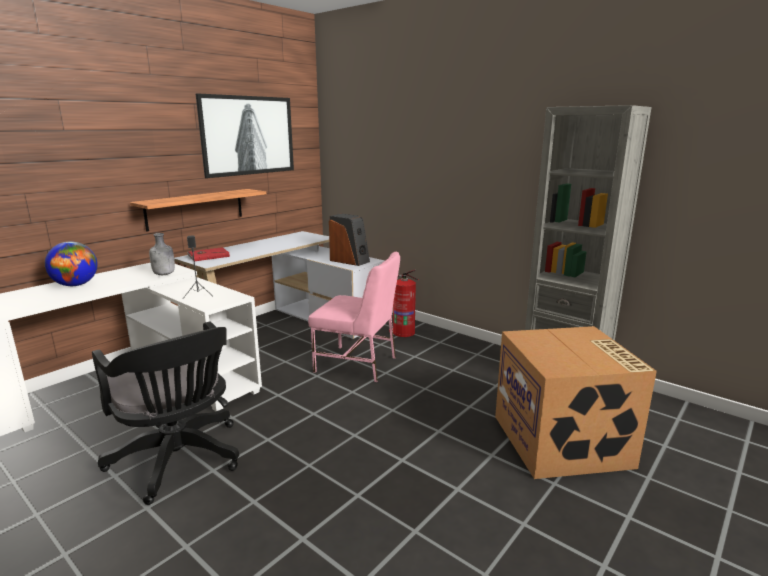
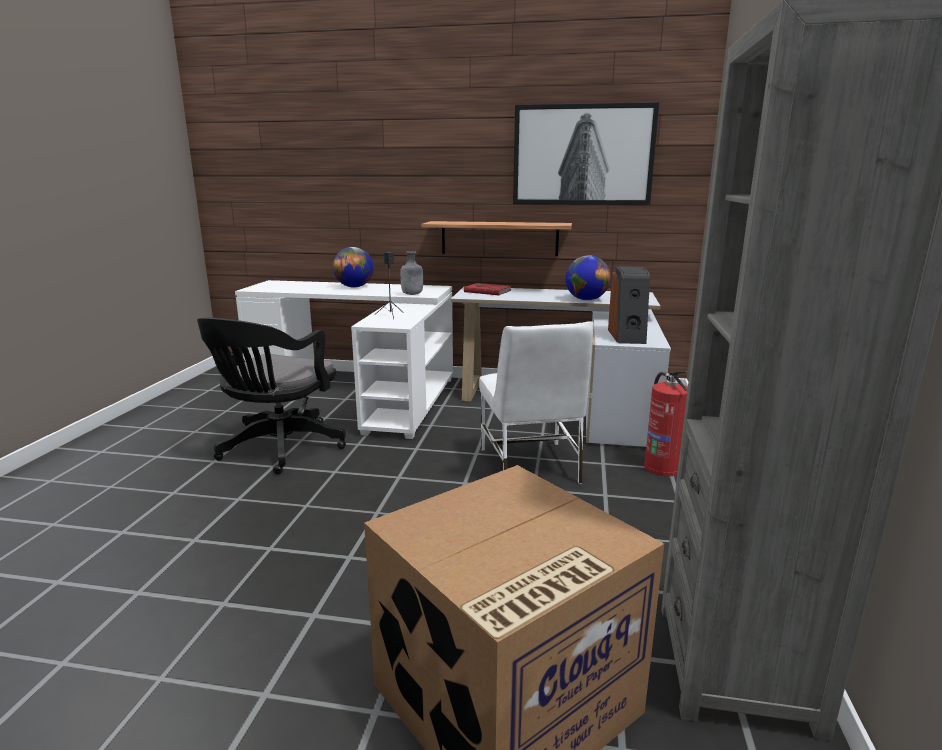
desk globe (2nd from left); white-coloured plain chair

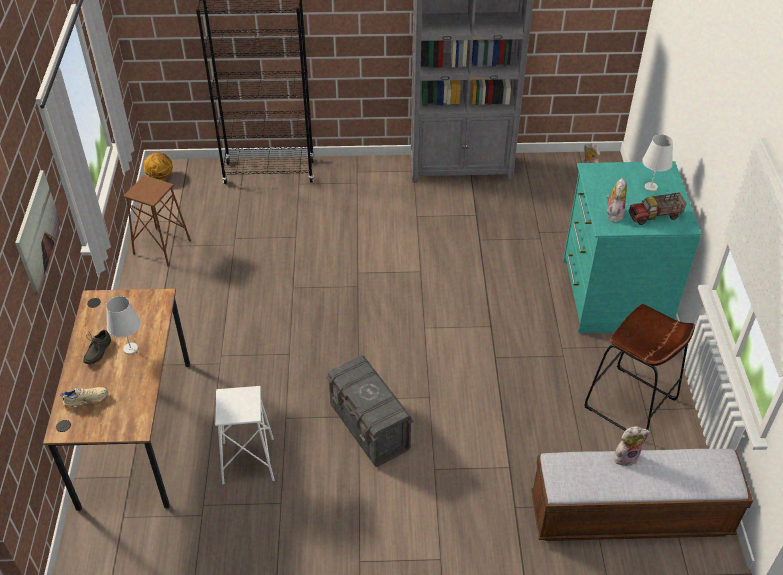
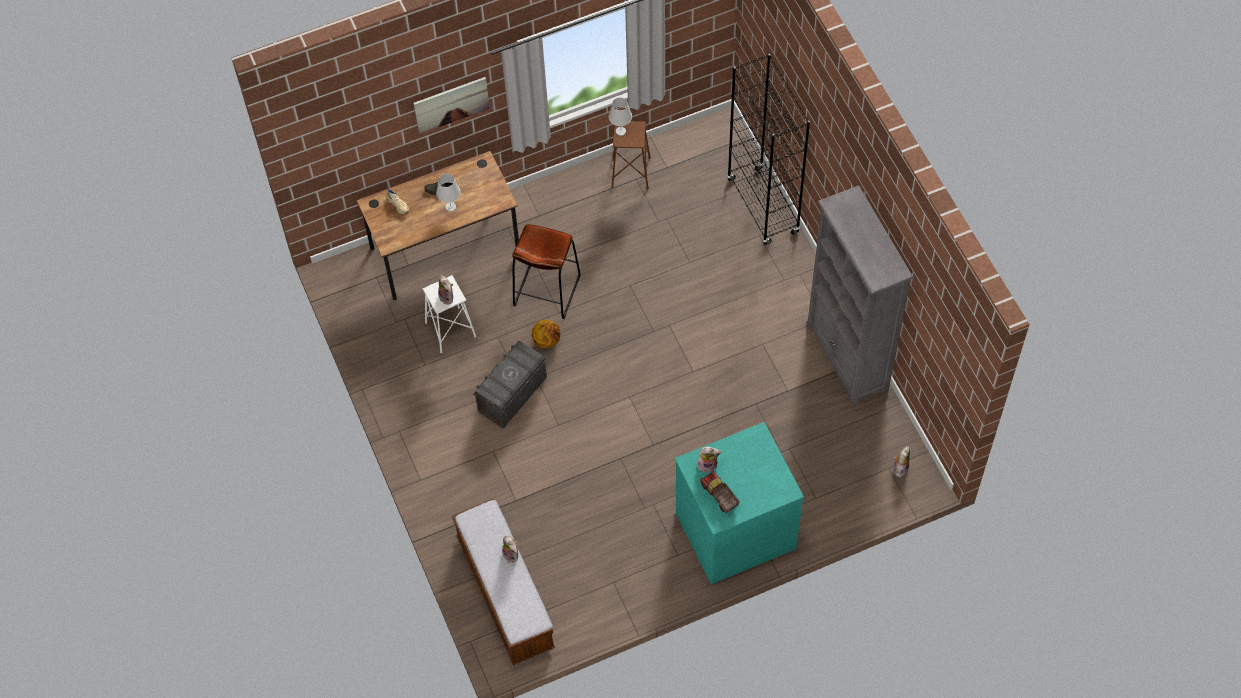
soft toy (1st from left); basketball; brown sitting stool (1st from left); white-coloured tabletop lamp (2nd from left)

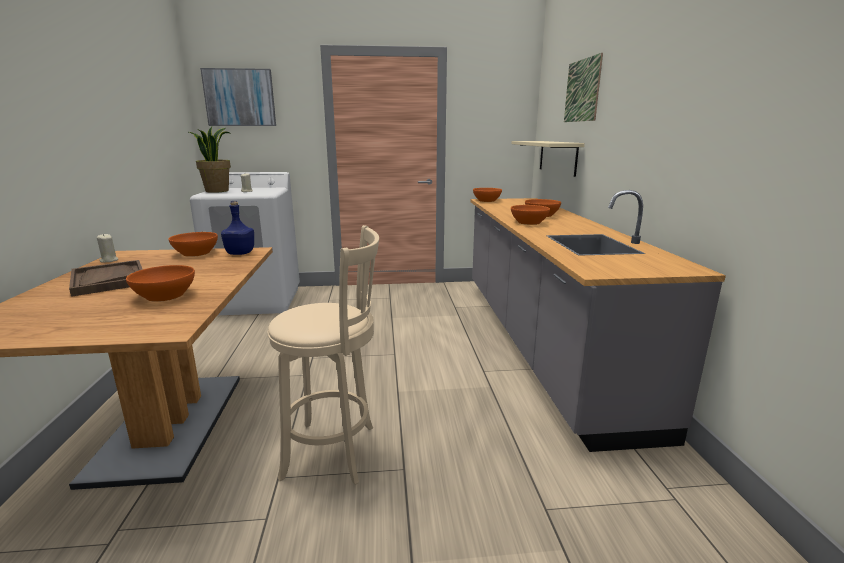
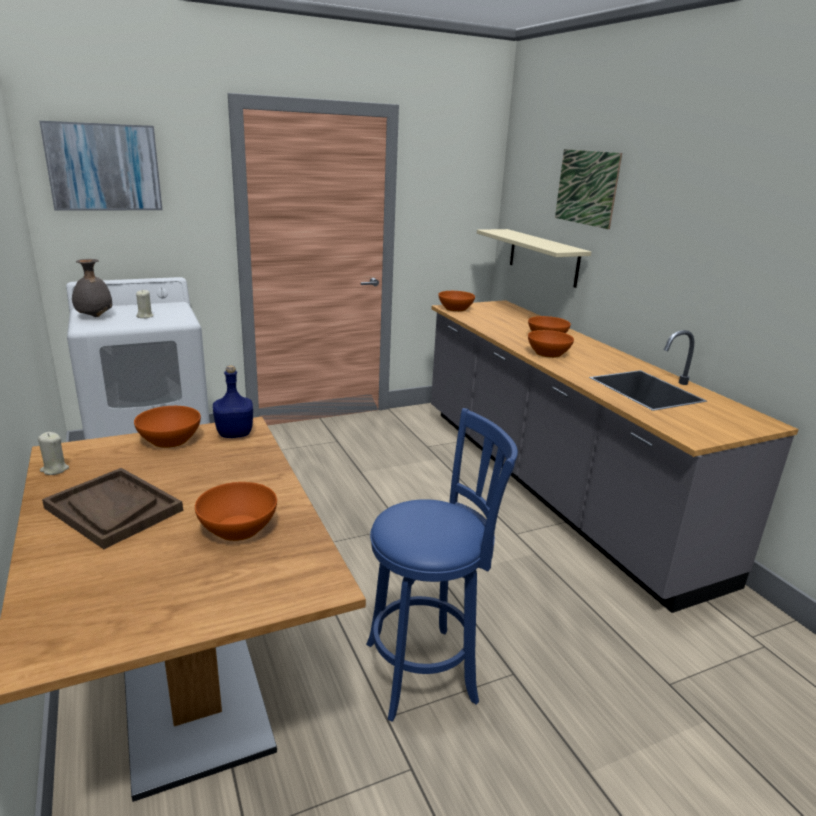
greyish flower vase; bluish sitting stool

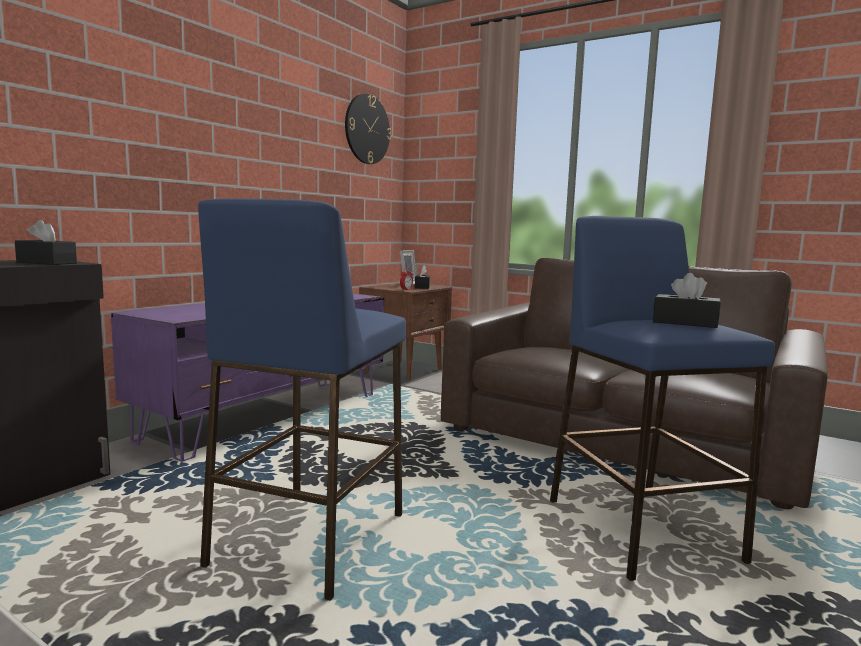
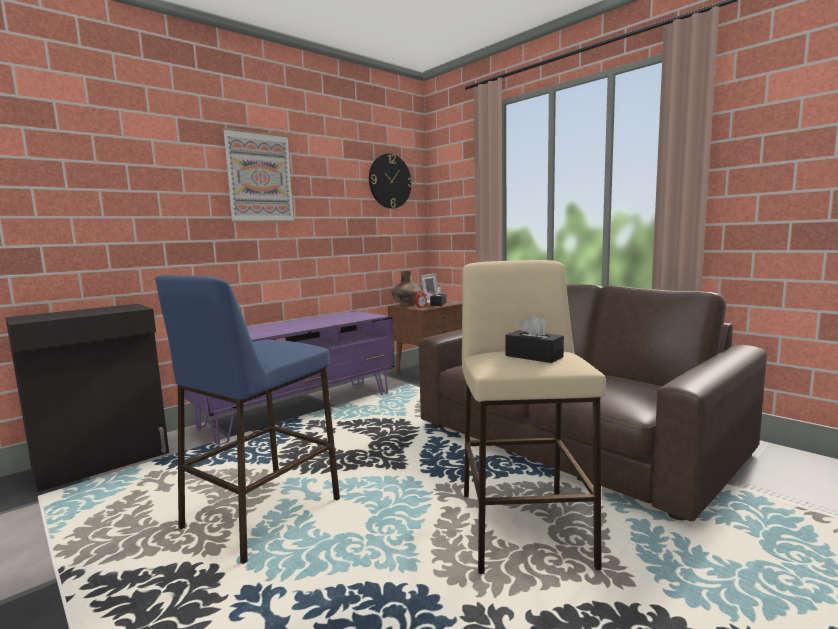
black tissue holder (1st from left in the first image); wall picture; brown flower vase; beige sitting stool

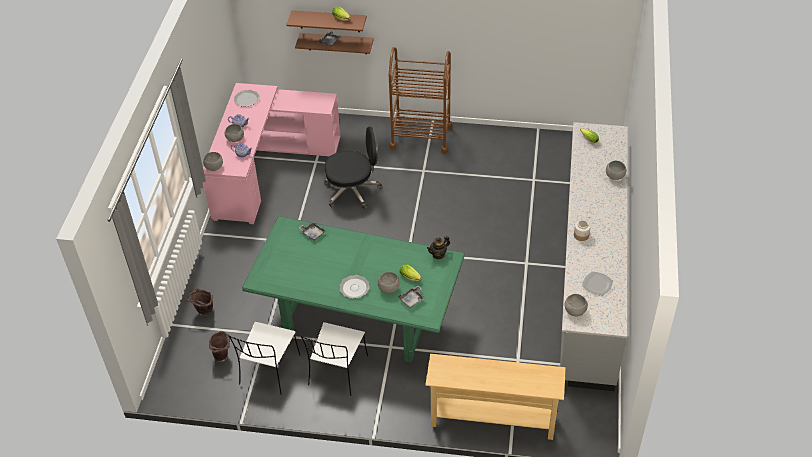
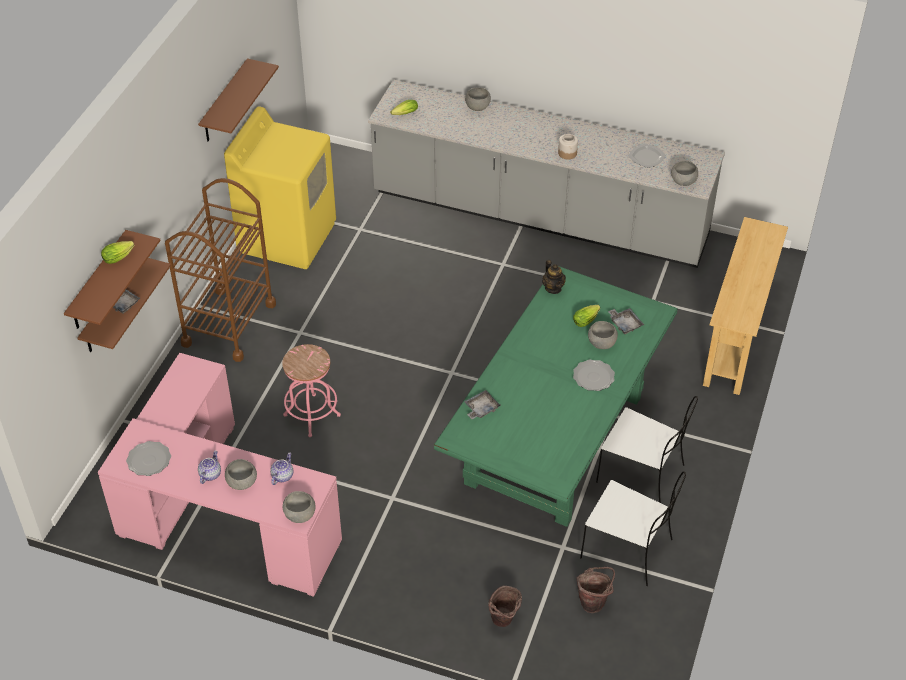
brown bracket shelf (3rd from left); yellow-coloured washing machine; pink-coloured sitting stool

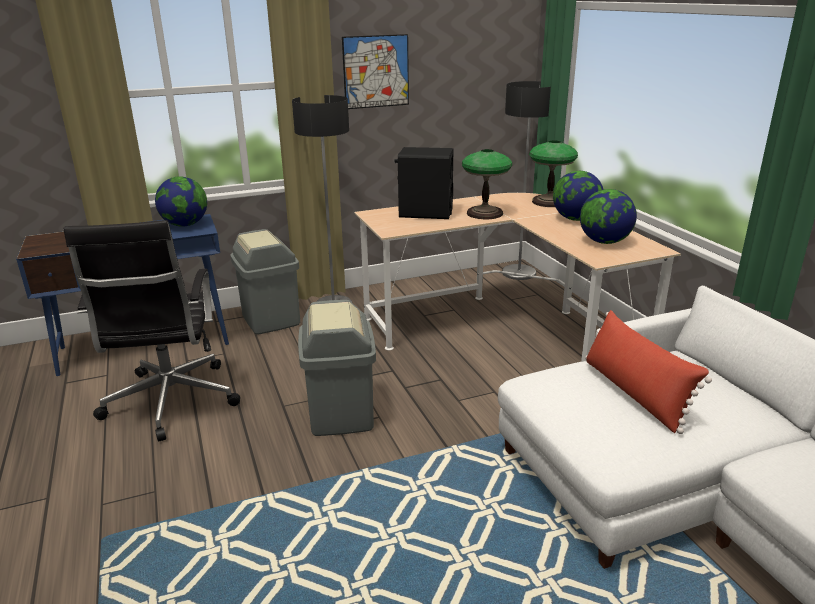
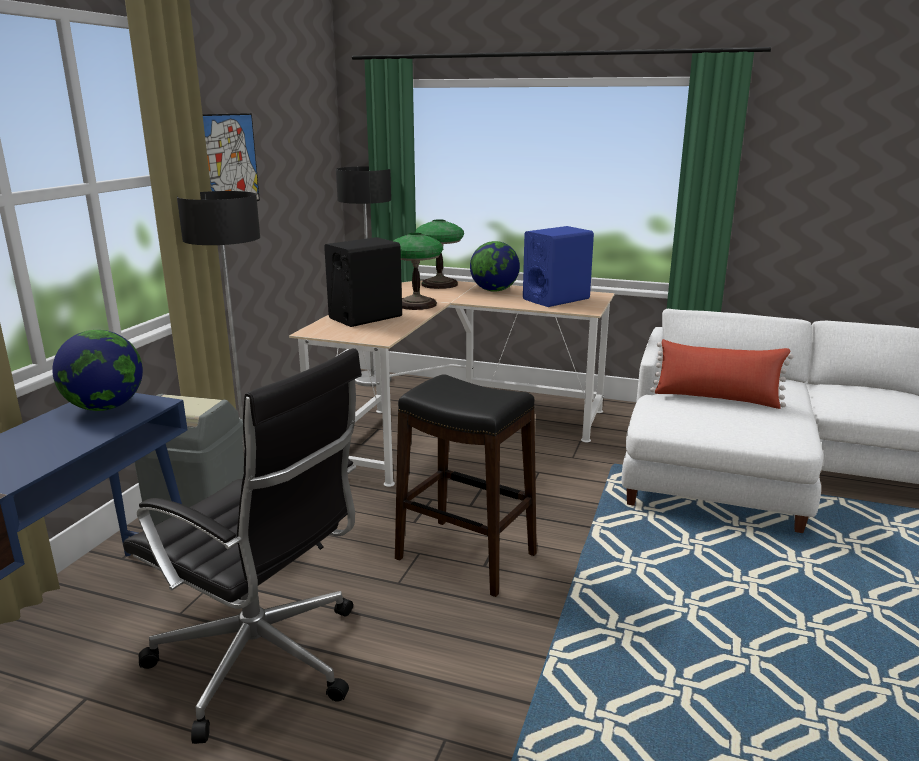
black sitting stool; bluish audio speaker

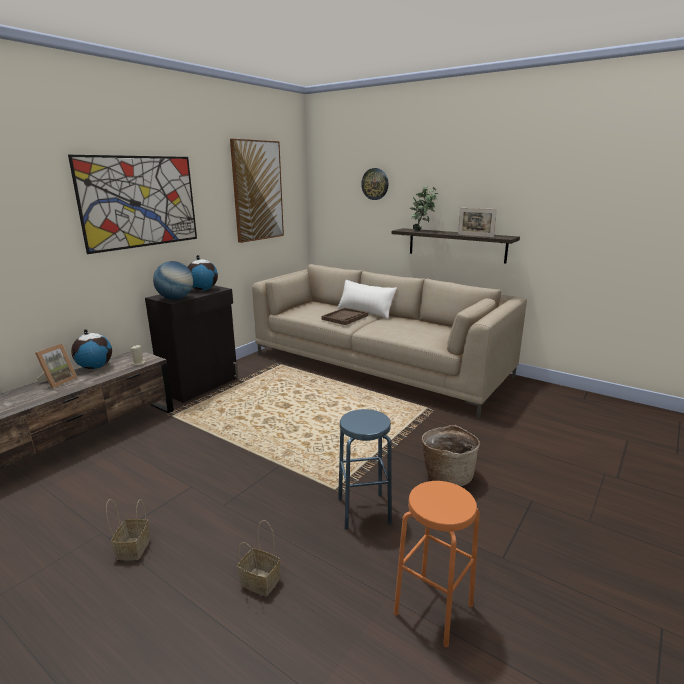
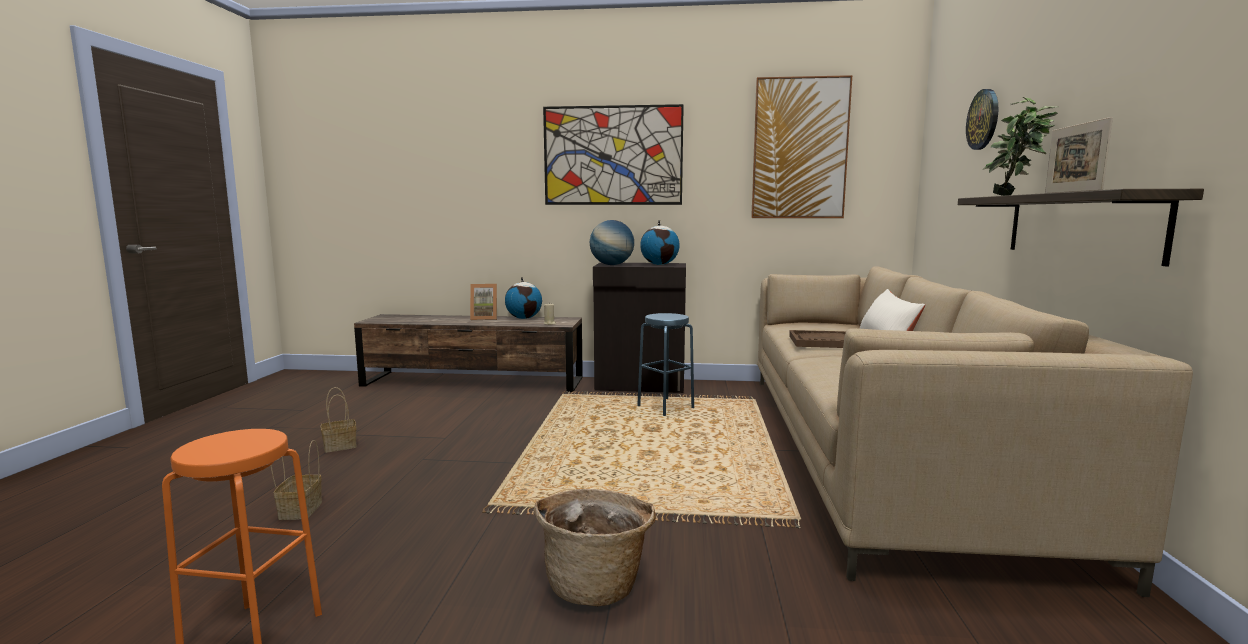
bluish sitting stool

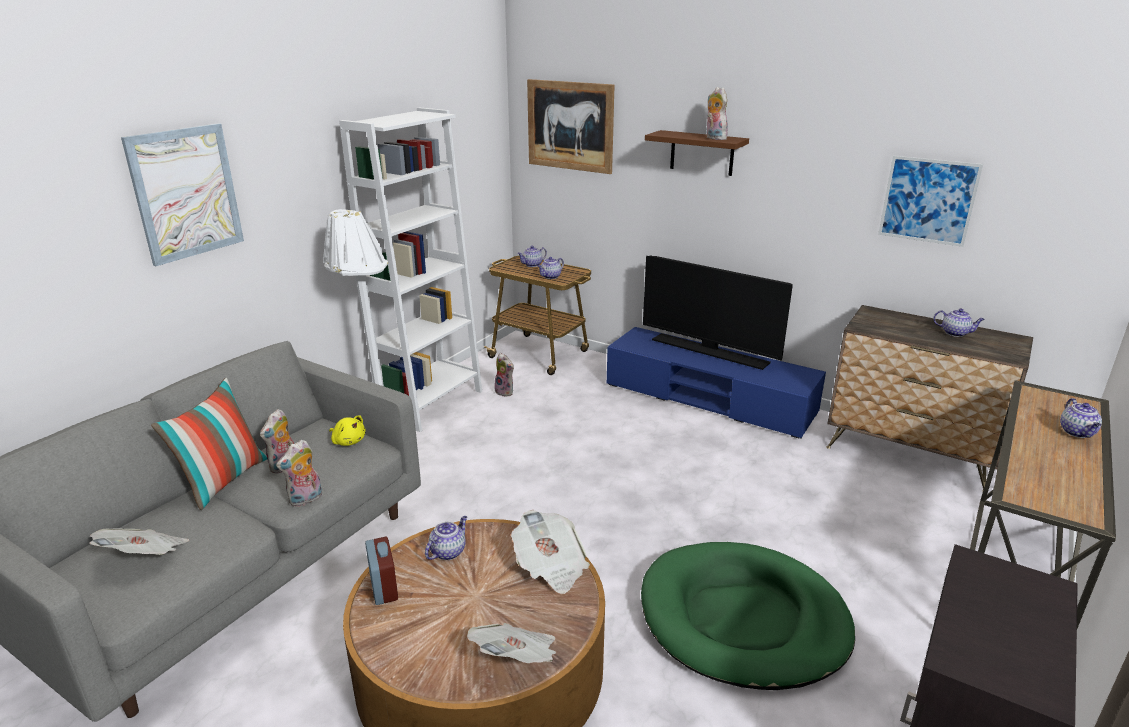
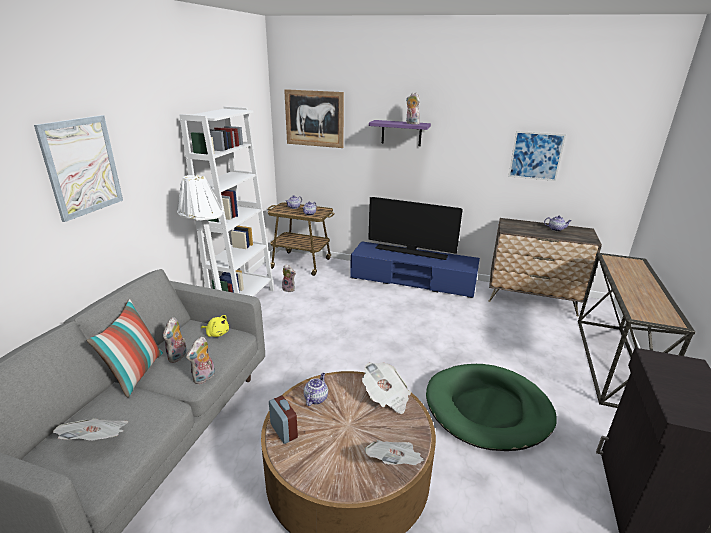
pot for tea (5th from left in the first image); purplish bracket shelf

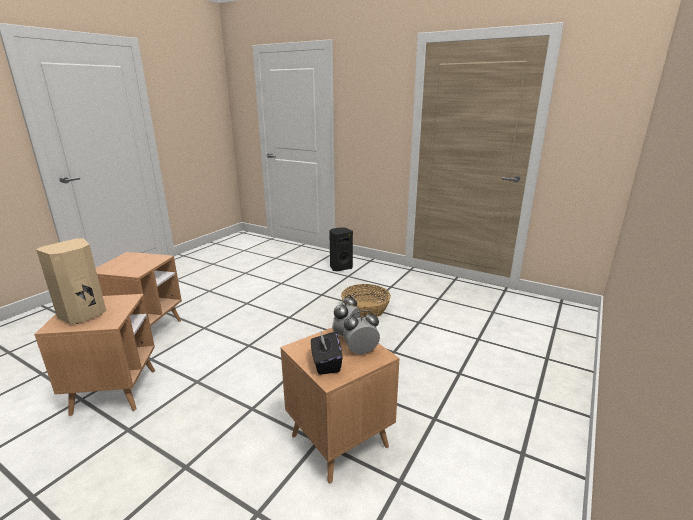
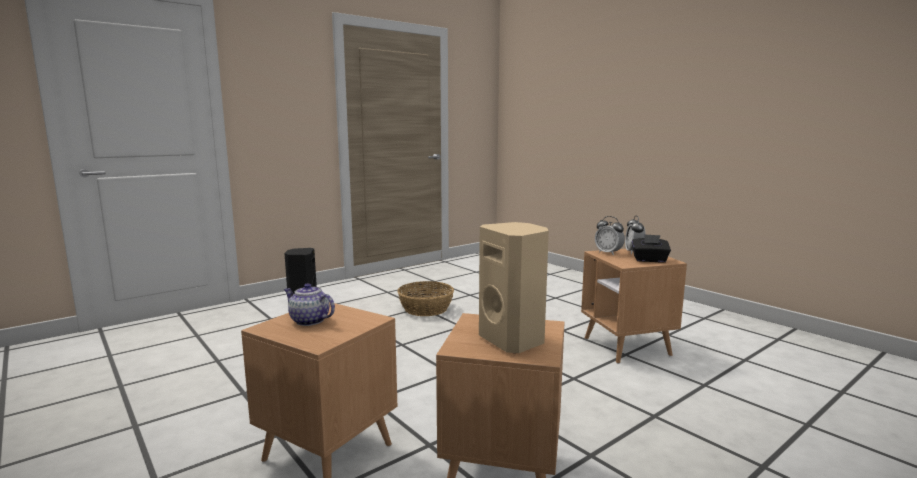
pot for tea

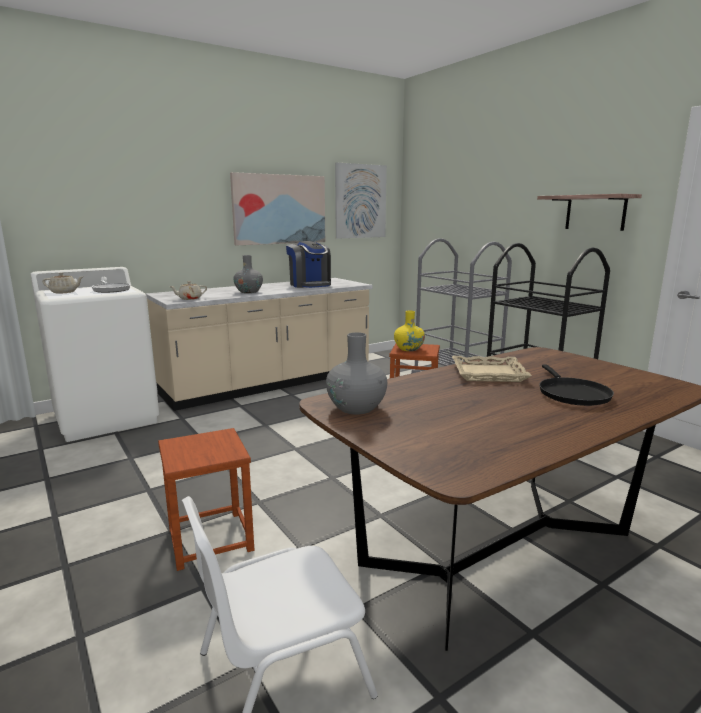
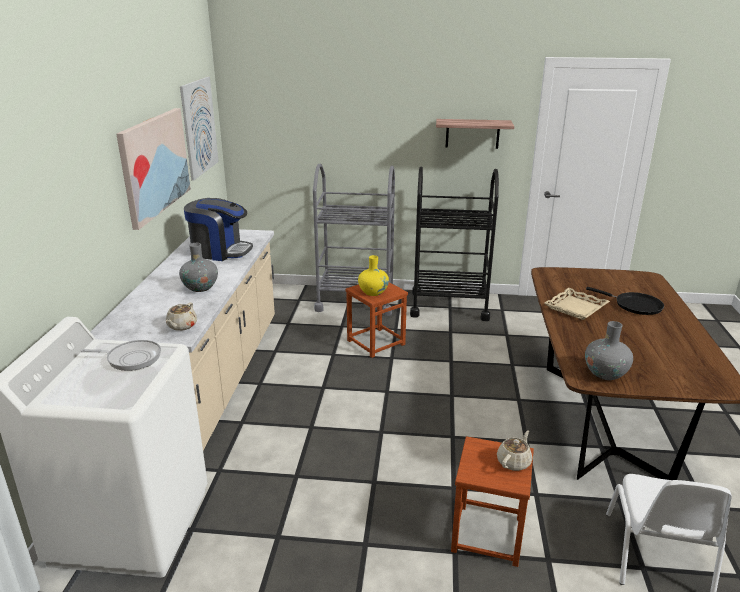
beige pot for tea (2nd from left)

